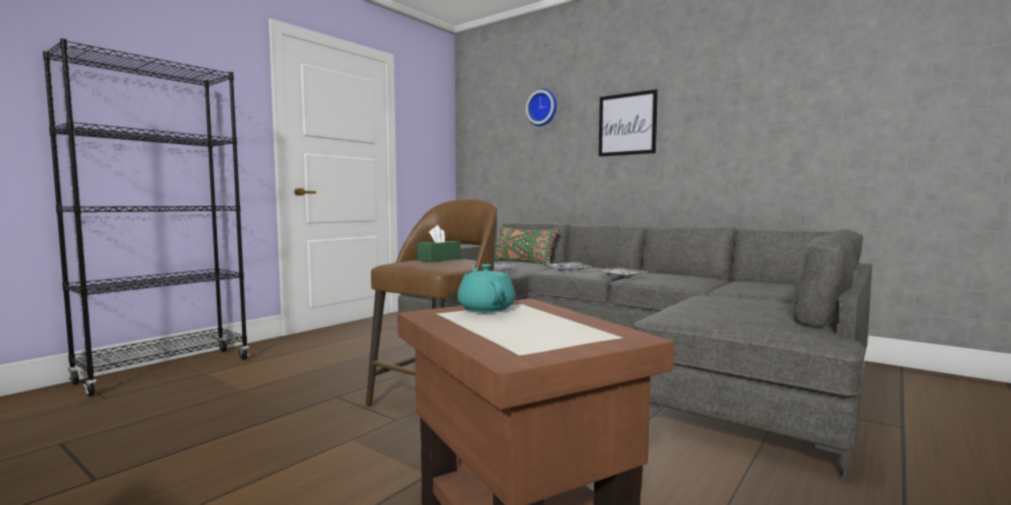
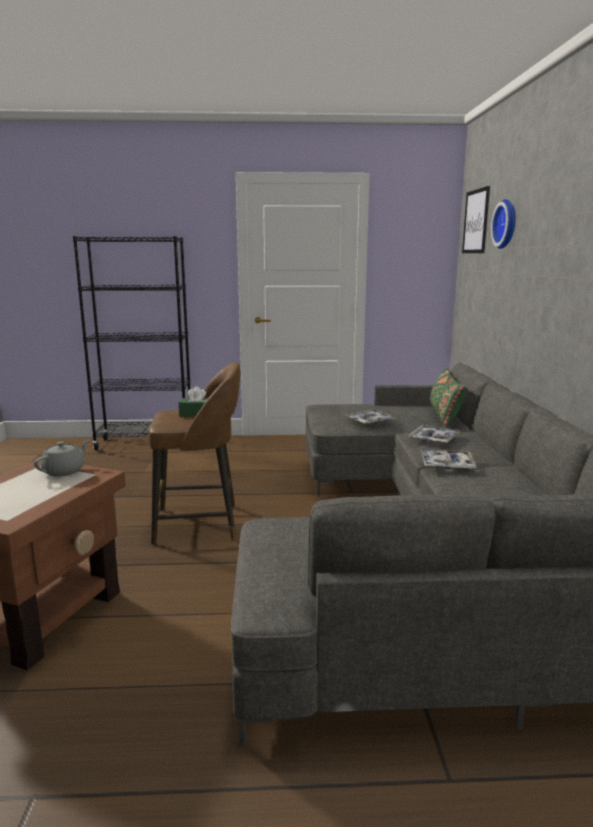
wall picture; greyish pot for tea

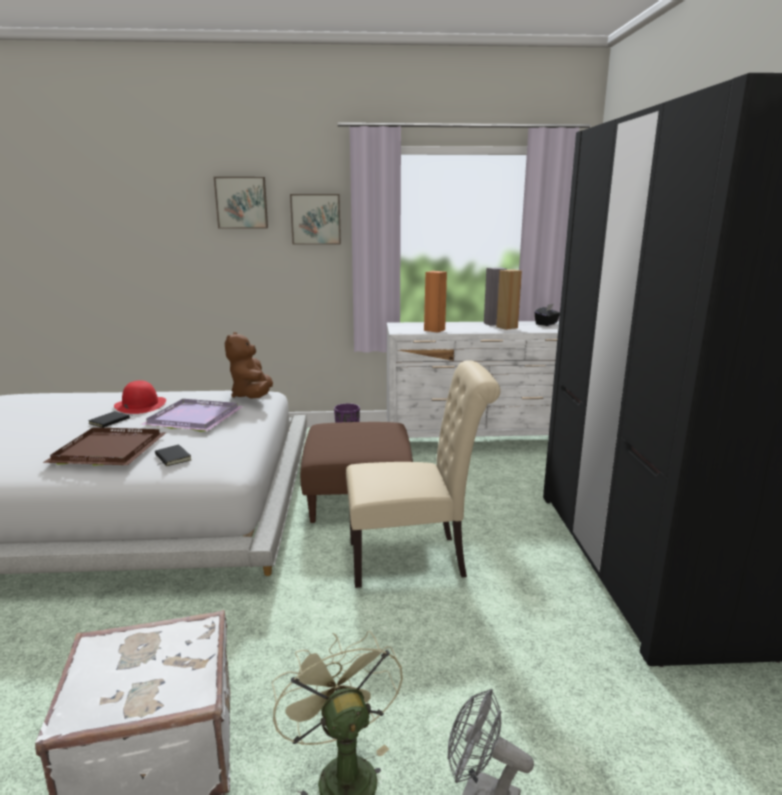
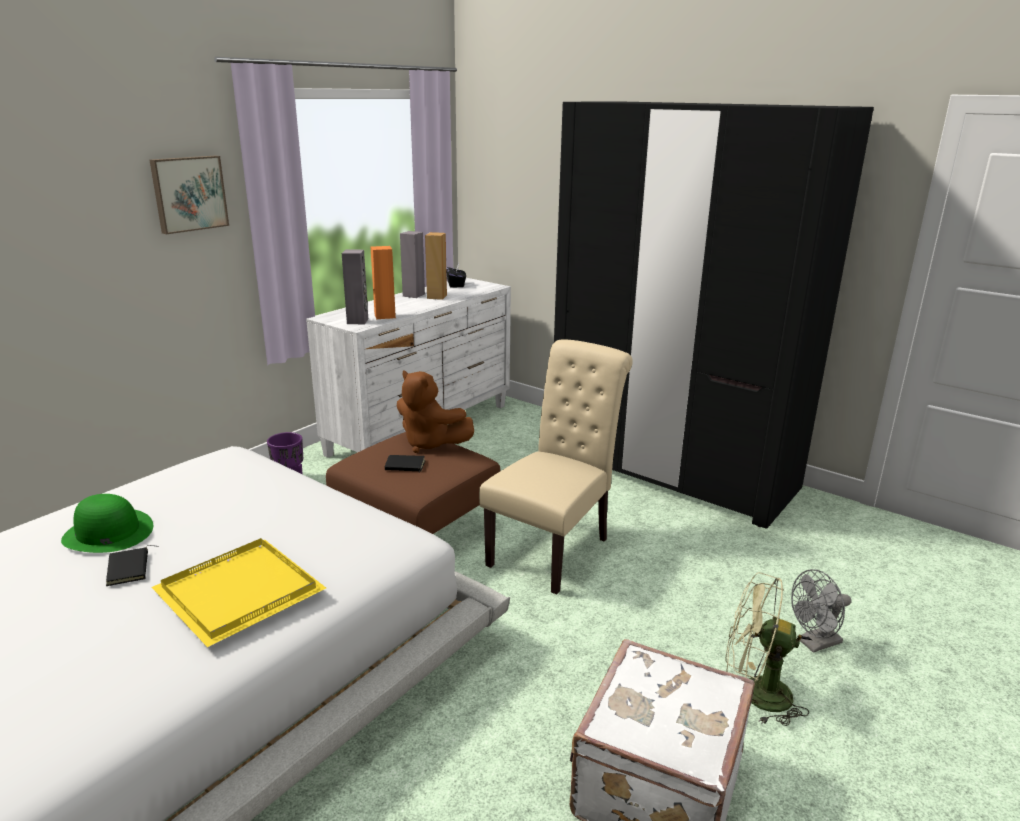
purplish carrying tray; wall picture (1st from left in the first image); greyish audio speaker (1st from left); black bound book (2nd from left); brown soft toy; yellow-coloured carrying tray; greenish wearable hat

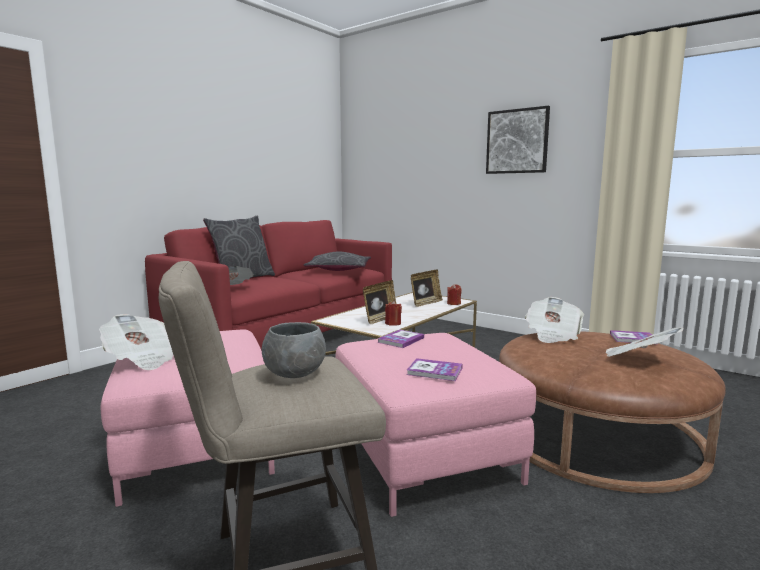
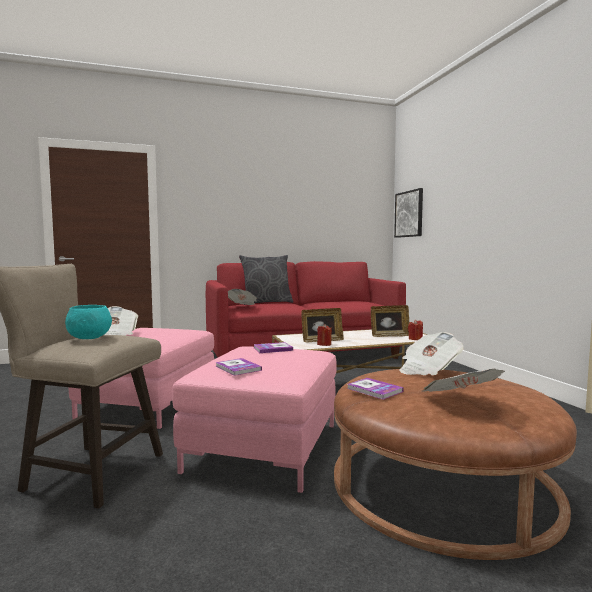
greyish cushion (2nd from left in the first image); wall picture; bound book (3rd from left); turquoise bowl

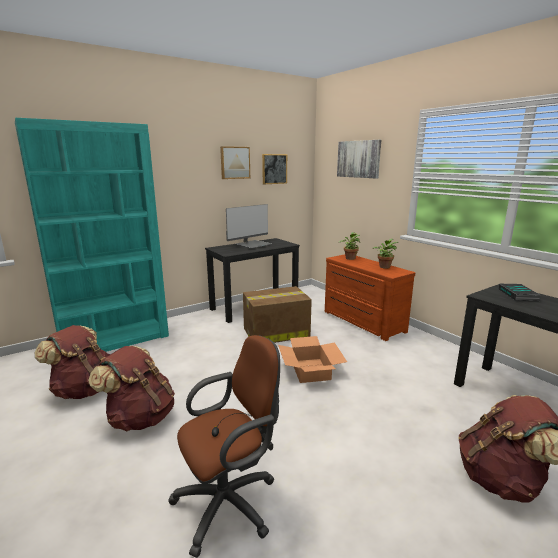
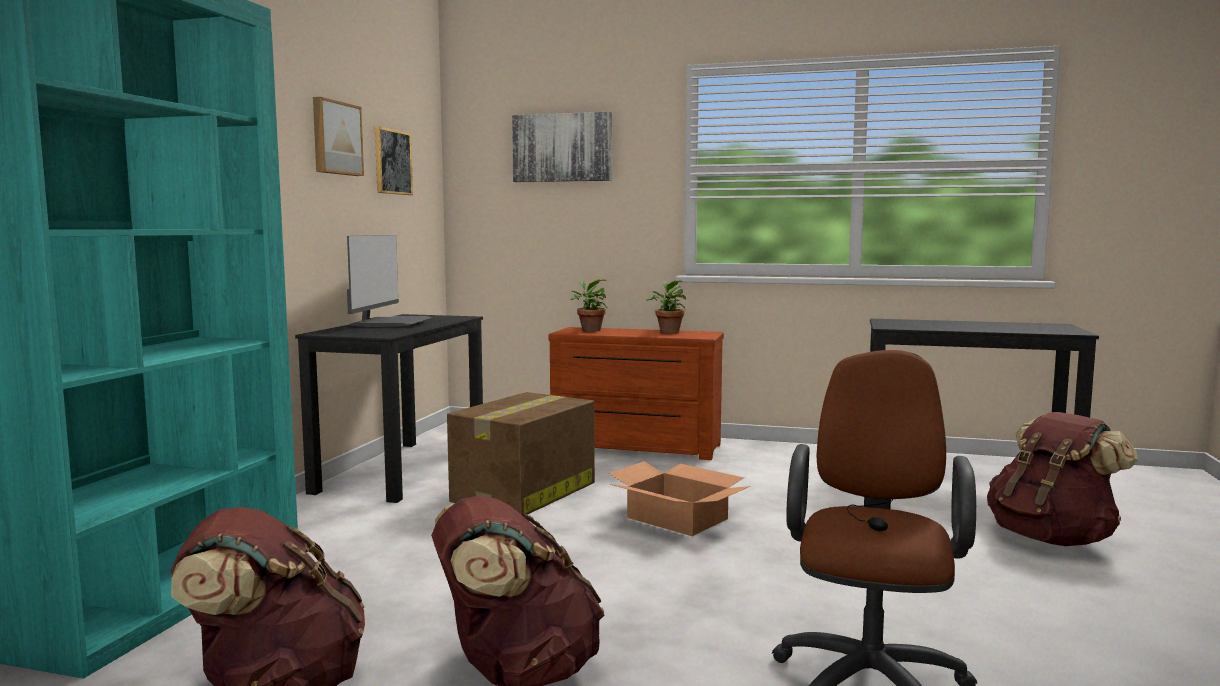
bound book

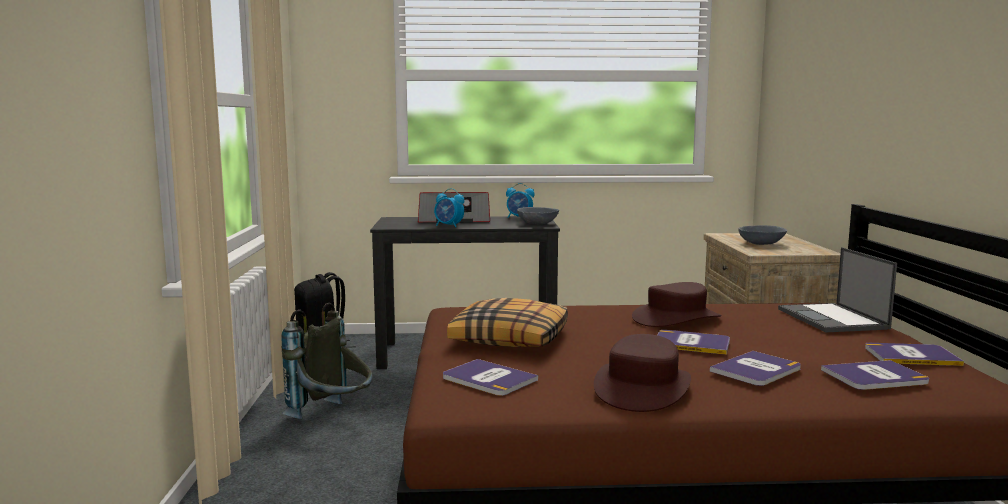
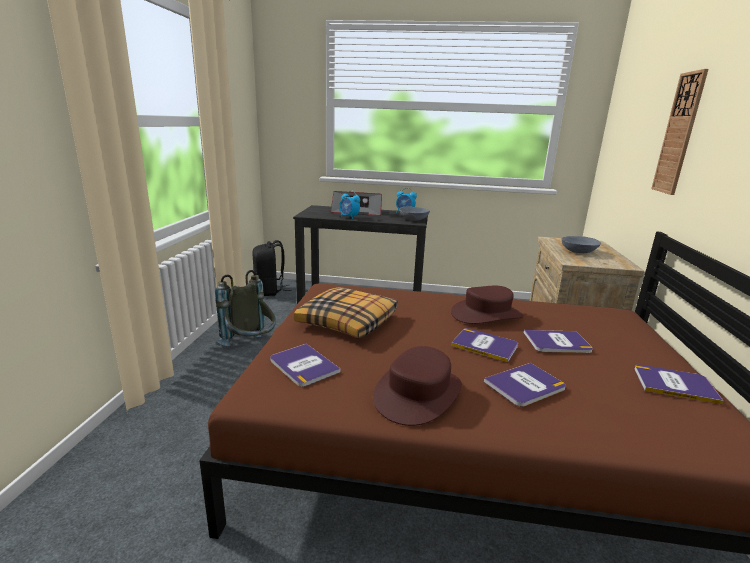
notebook computer; hanging clock; bound book (4th from left)

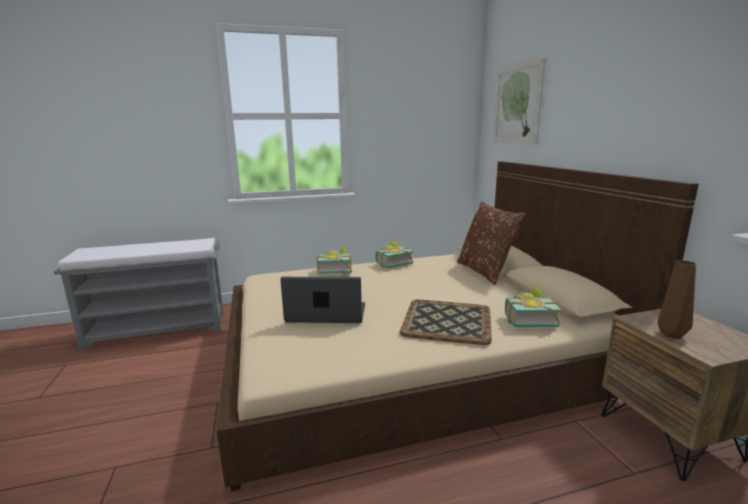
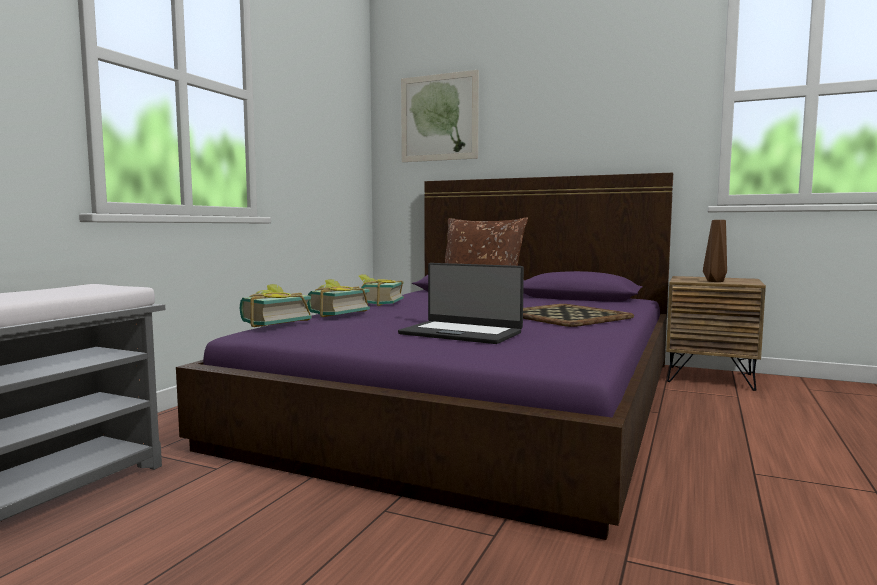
bound book (1st from left); purplish sleeping bed; notebook computer

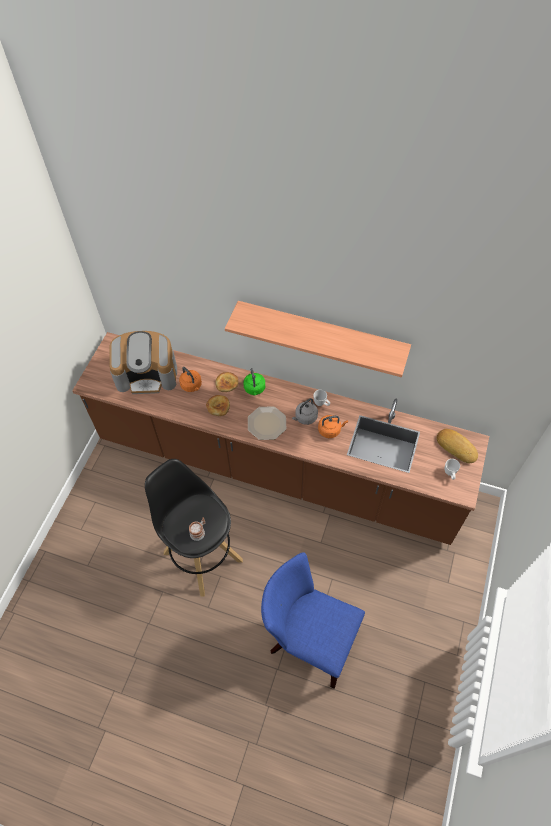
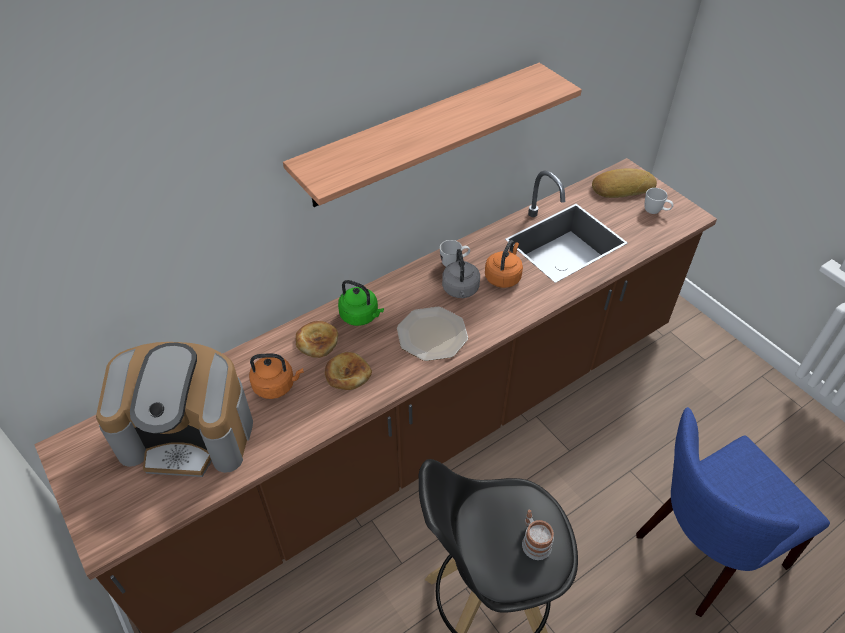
coffee brewer

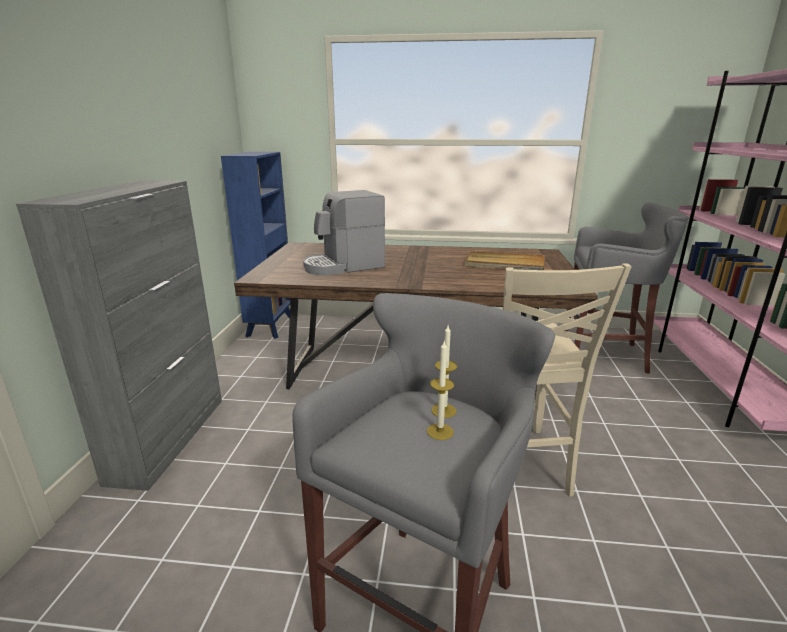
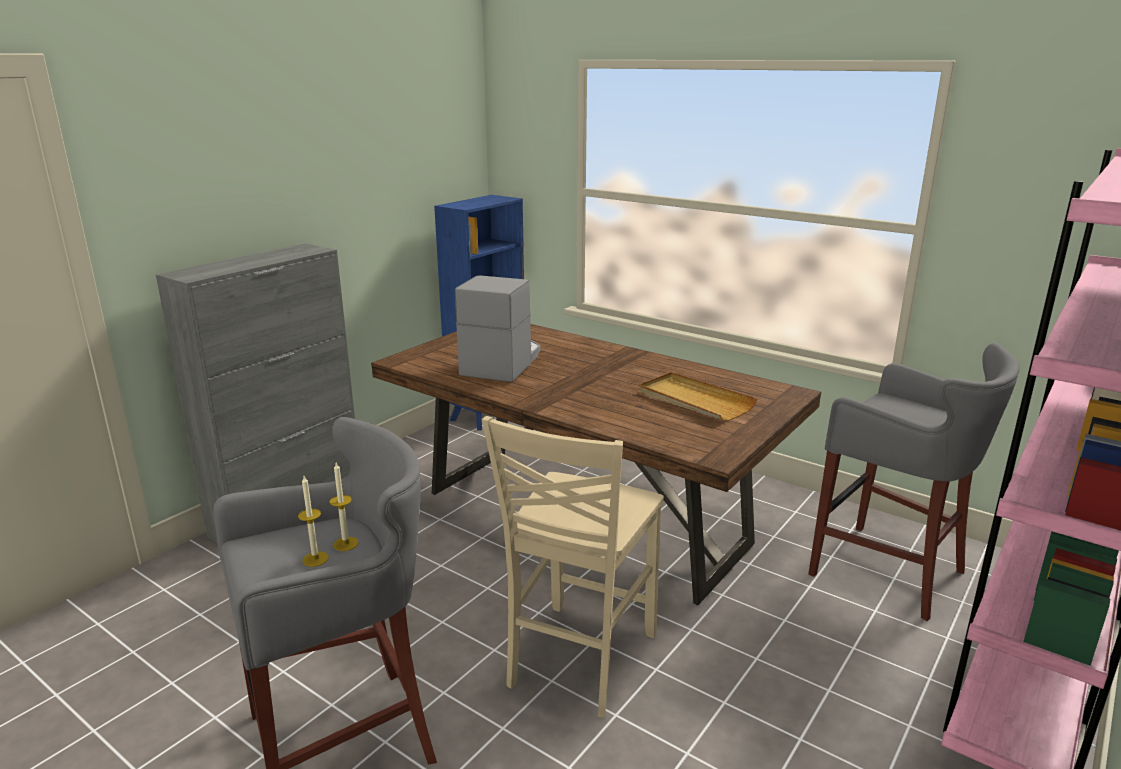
coffee brewer

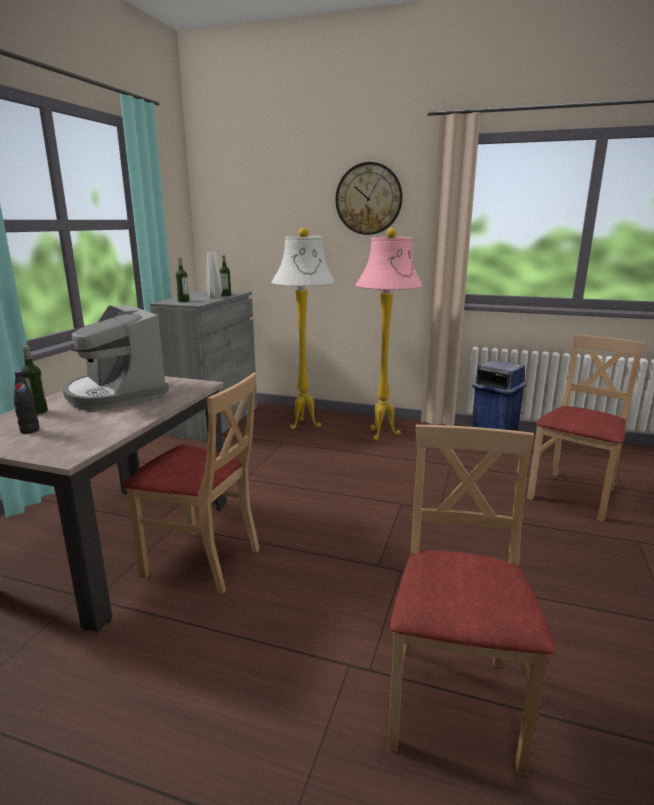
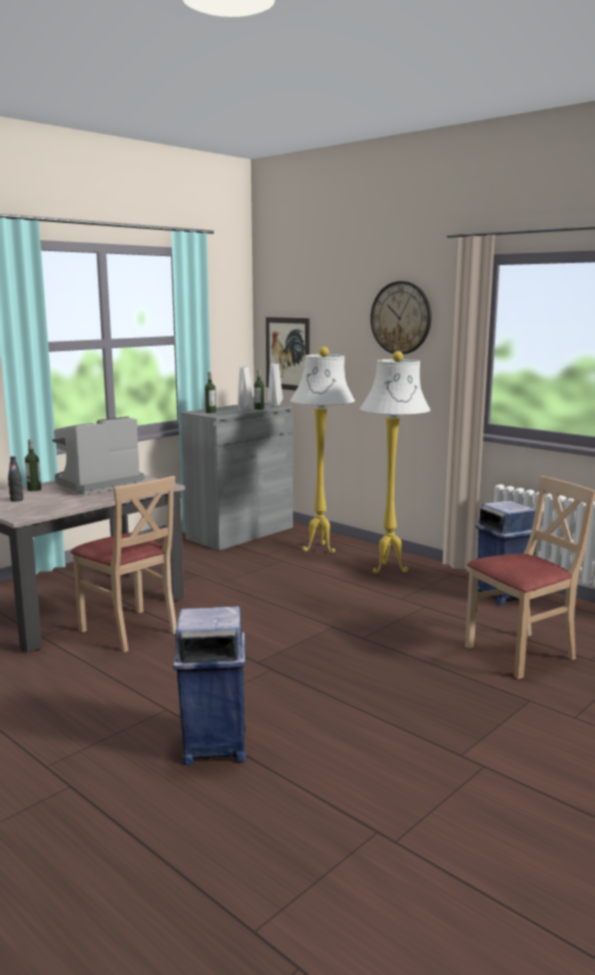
wall picture; greyish flower vase (2nd from left); bluish rubbish bin (1st from left); white-coloured standing lamp (2nd from left); coffee brewer

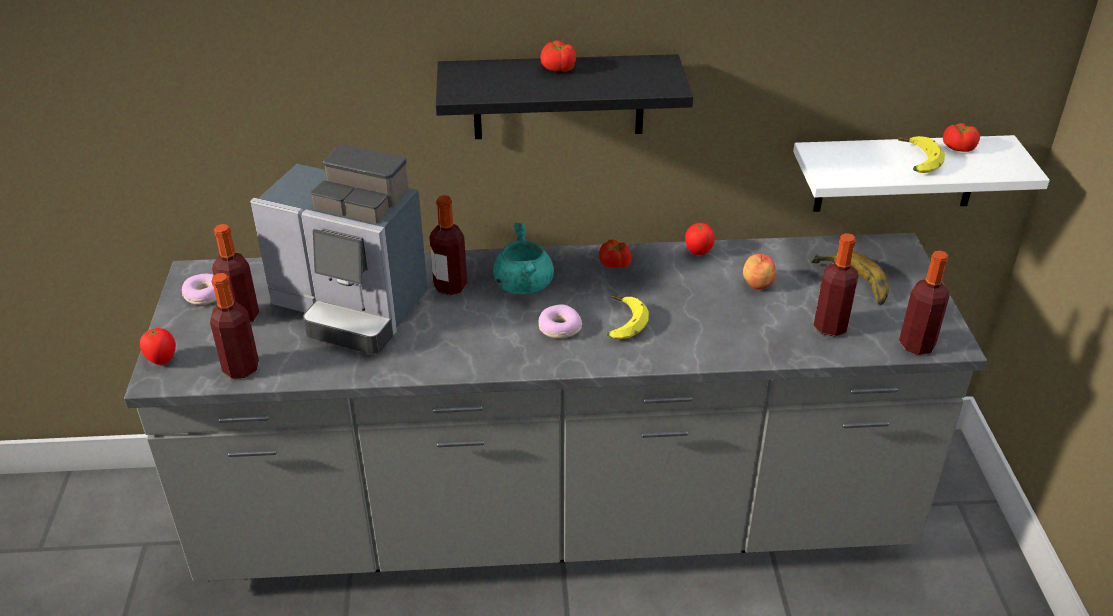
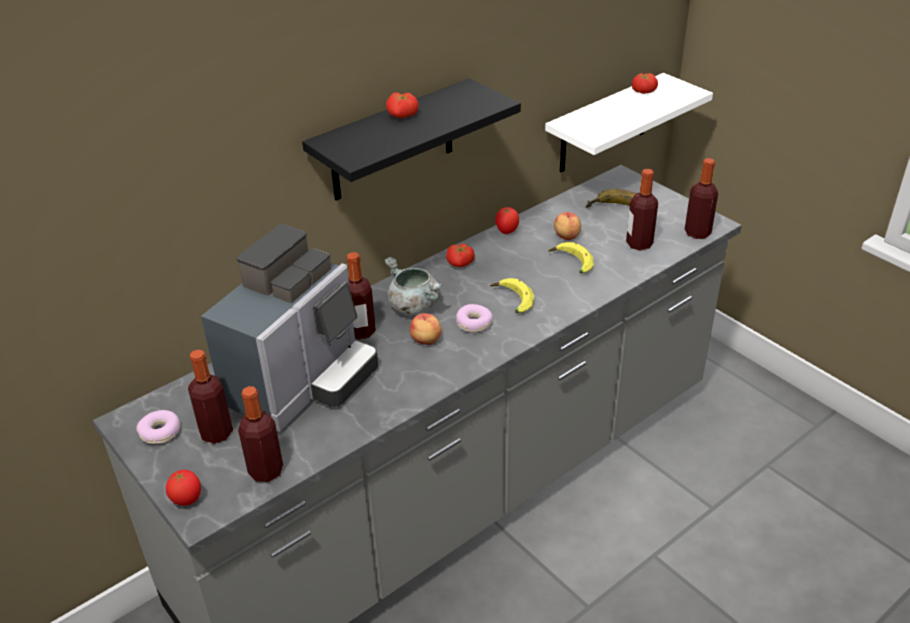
apple fruit (1st from left); banana (2nd from left); greyish saucepot; coffee brewer

